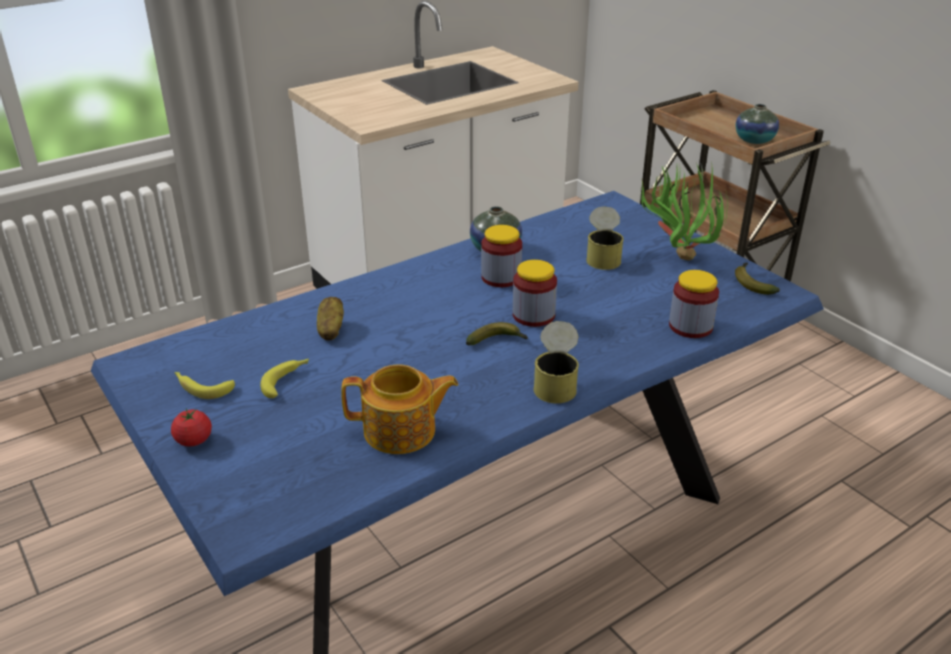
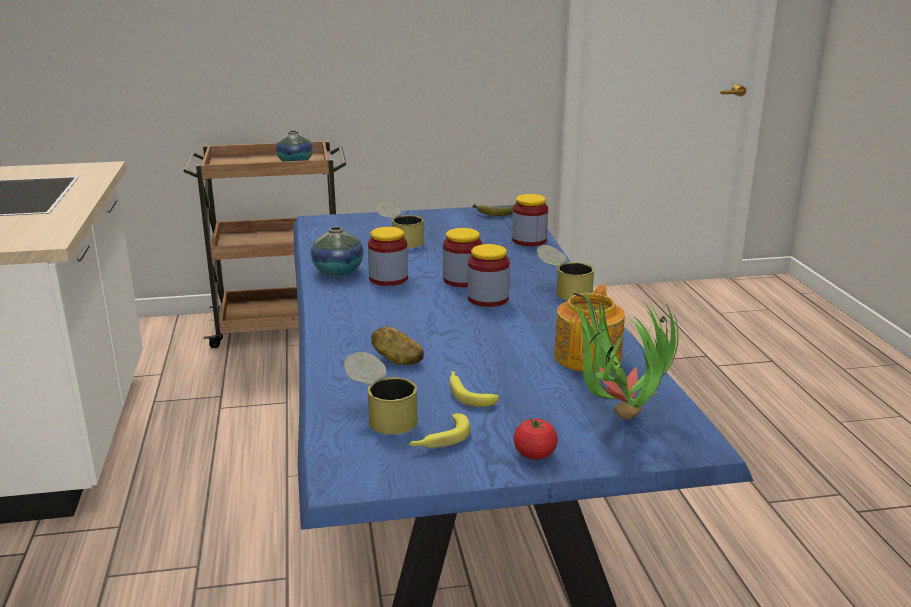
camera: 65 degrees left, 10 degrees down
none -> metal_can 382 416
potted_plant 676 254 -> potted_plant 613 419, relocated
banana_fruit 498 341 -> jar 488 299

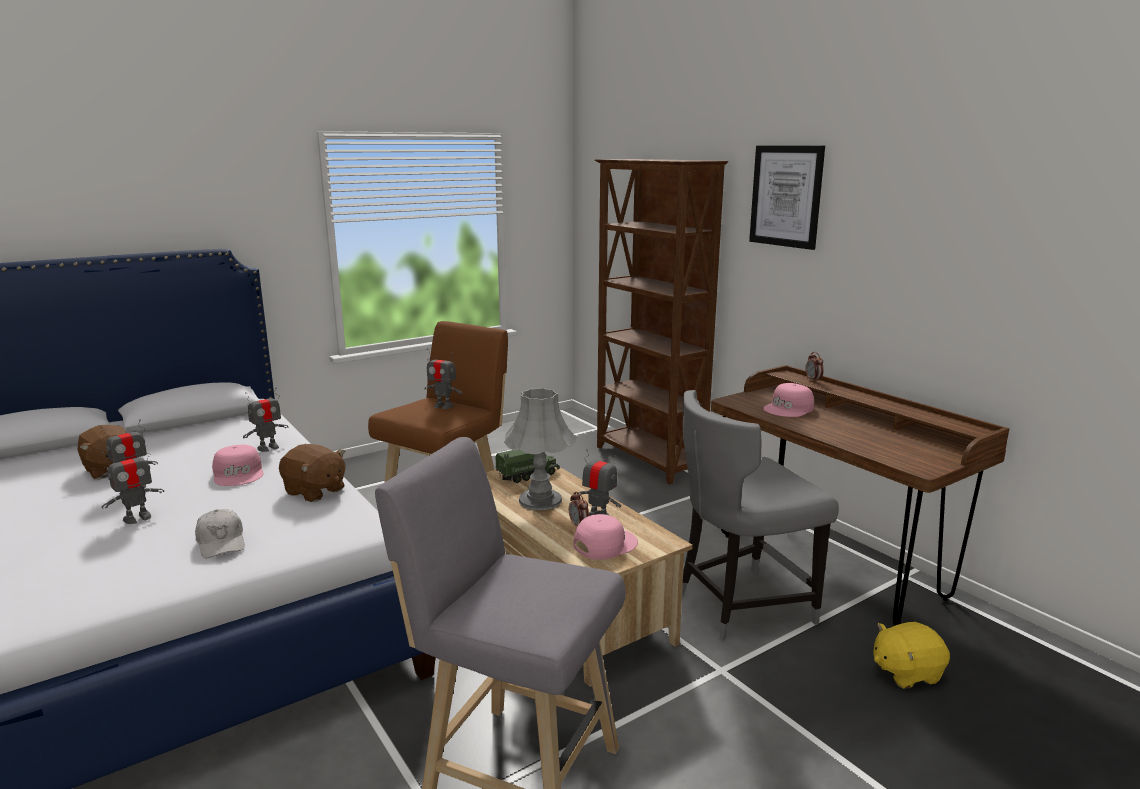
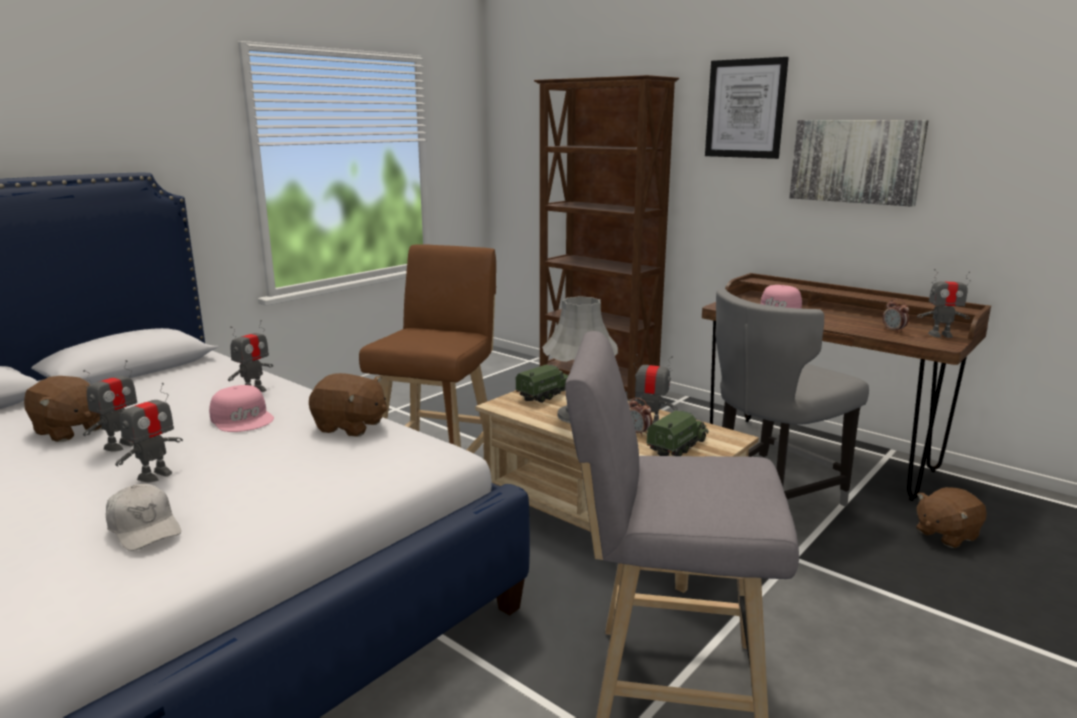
camera: 15 degrees left, 0 degrees up
none -> picture 855 161
white_peaked_cap 221 542 -> white_peaked_cap 144 528, relocated
toy_robot 443 406 -> toy_robot 940 335, relocated
bedside_clock 813 380 -> bedside_clock 893 331, relocated
pinkish_peaked_cap 604 544 -> toy_truck 678 446
yellowish_plush_toy 906 672 -> brown_plush_toy 945 534

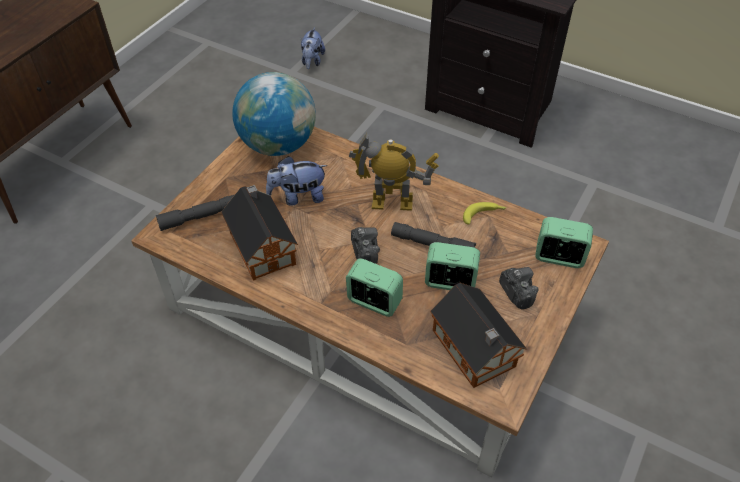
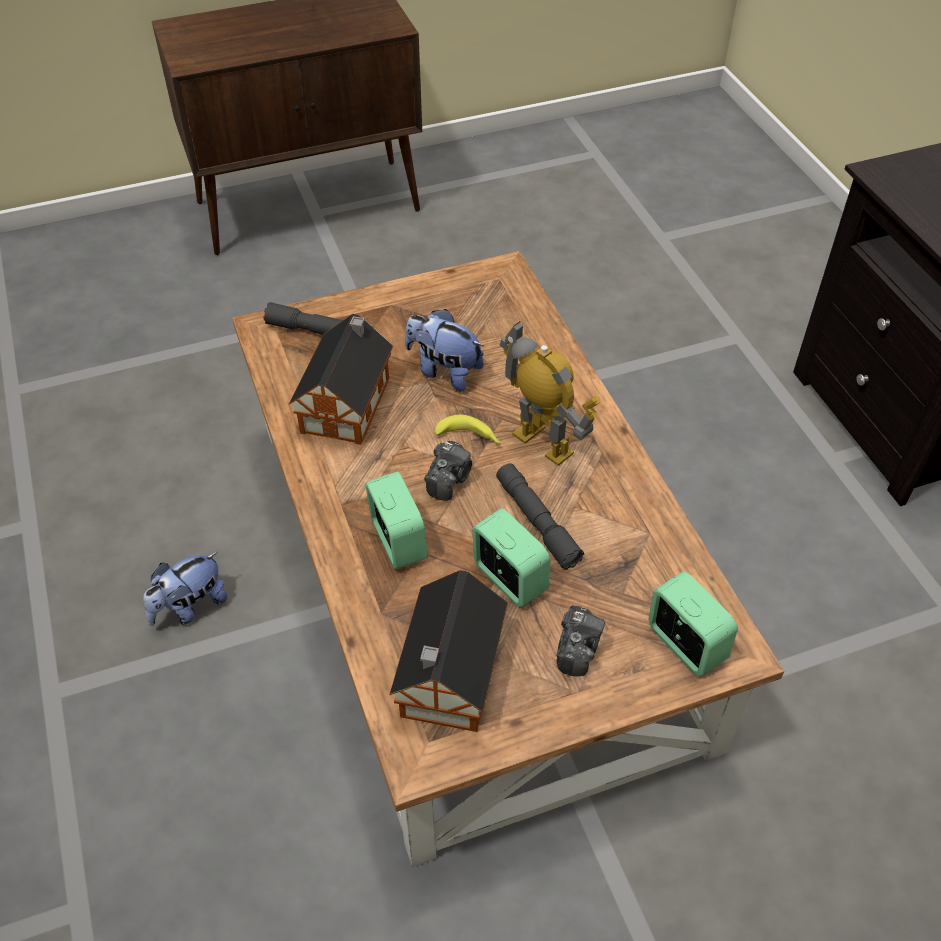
camera: 40 degrees right, 0 degrees up
globe 278 145 -> none
plush_toy 312 61 -> plush_toy 190 607, relocated
banana_fruit 484 215 -> banana_fruit 470 438, relocated

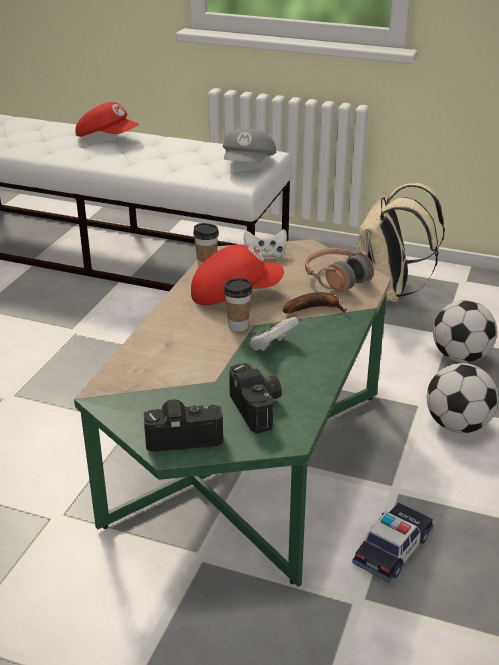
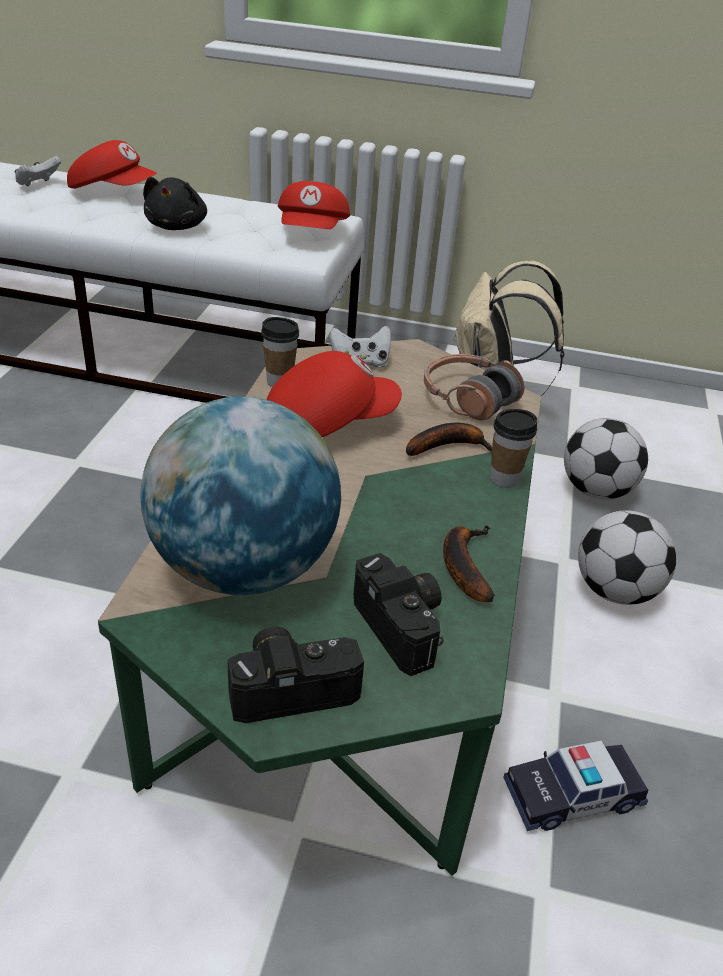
camera: 10 degrees left, 5 degrees up
none -> globe 243 567
none -> blackish_plush_toy 177 226
none -> banana_fruit 463 565
cup 238 326 -> cup 504 479, relocated
white_joypad 272 346 -> white_joypad 38 184, relocated
greyish_peaked_cap 249 165 -> red_peaked_cap 313 233
model_car 393 549 -> model_car 572 795, 135 degrees counterclockwise

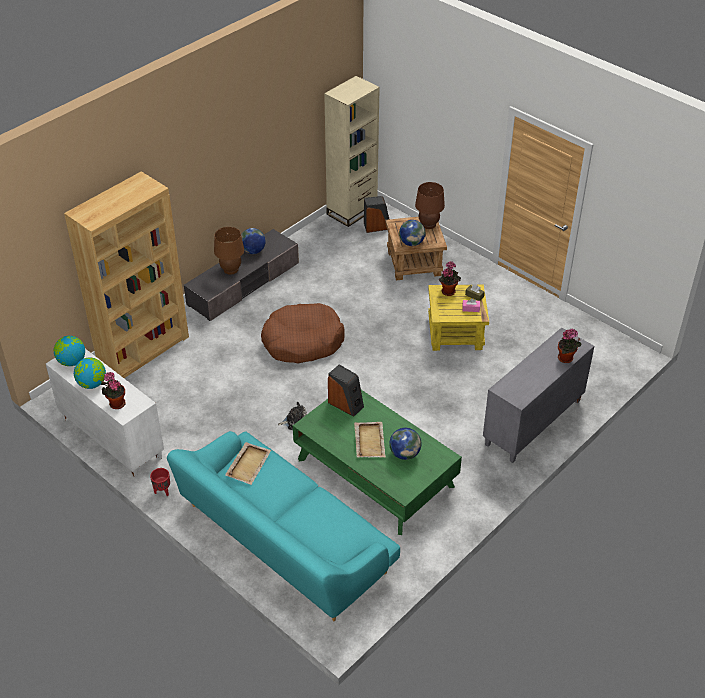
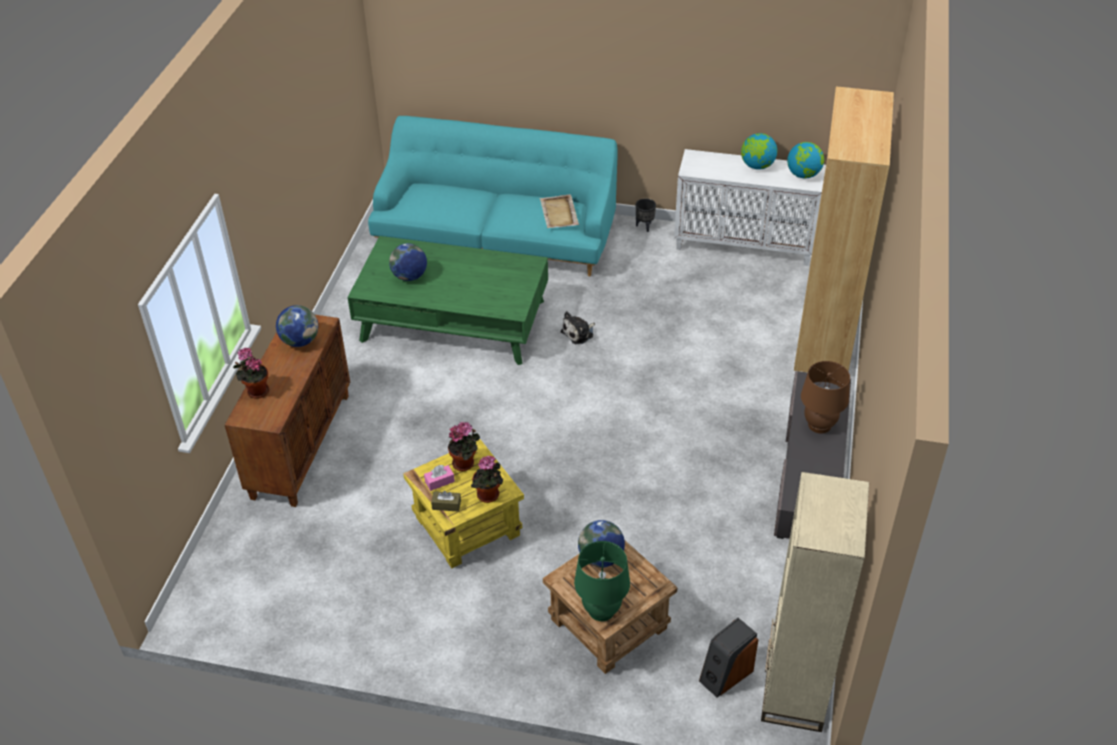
camera: 150 degrees right, 0 degrees up
brown_pet_bed 302 341 -> none
loudspeaker 346 404 -> none
beige-coloured_carrying_tray 369 440 -> none
potted_plant 116 403 -> potted_plant 465 463, relocated
globe 253 251 -> globe 300 341, relocated
red_plant_pot 162 491 -> blackish_plant_pot 645 226
brown_table_lamp 428 224 -> green_table_lamp 601 610
greyish_cabinet 533 423 -> brown_cabinet 300 445

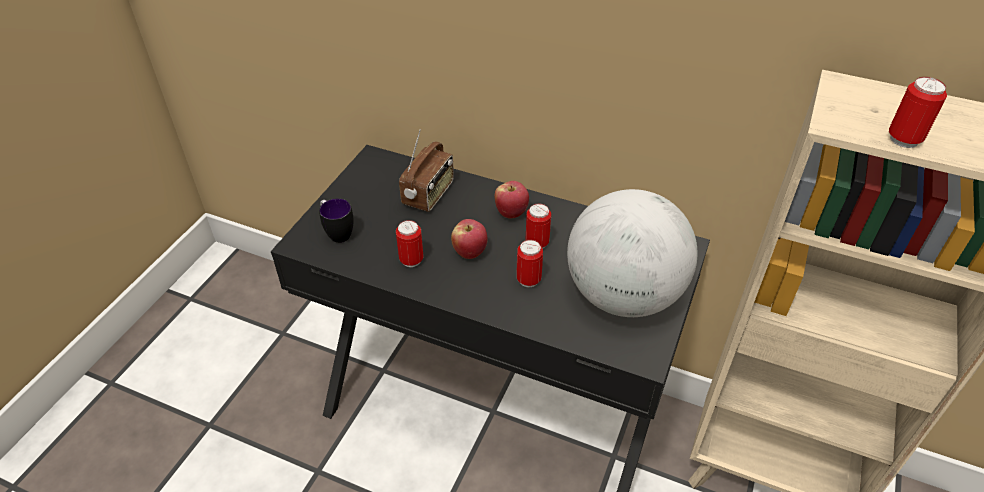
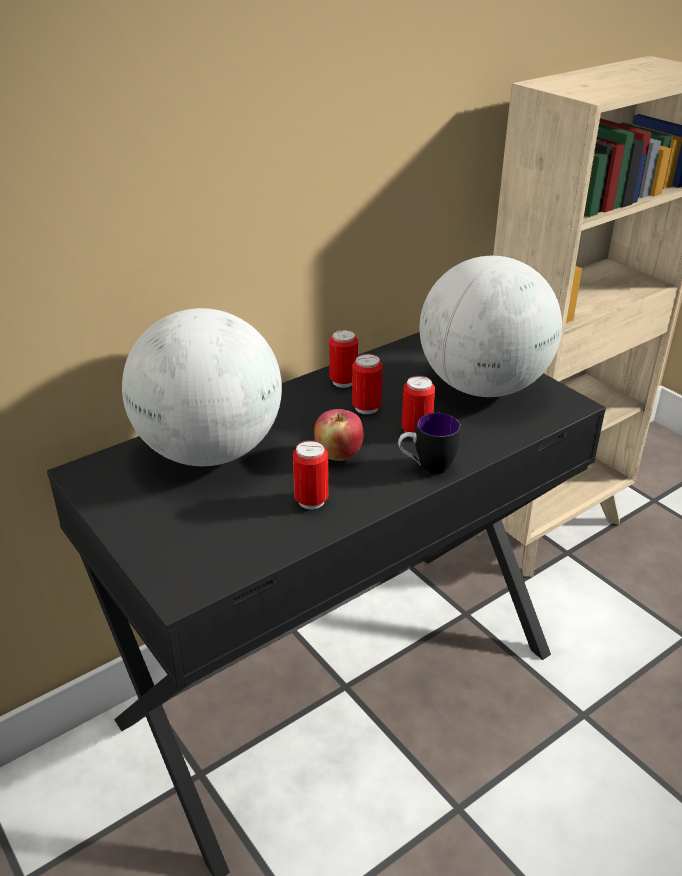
camera: 60 degrees left, 10 degrees down
apple_fruit 511 213 -> none
tea_mug 337 232 -> tea_mug 426 467, relocated
metal_can 904 139 -> metal_can 343 382, relocated
radio_receiver 429 194 -> globe 209 451

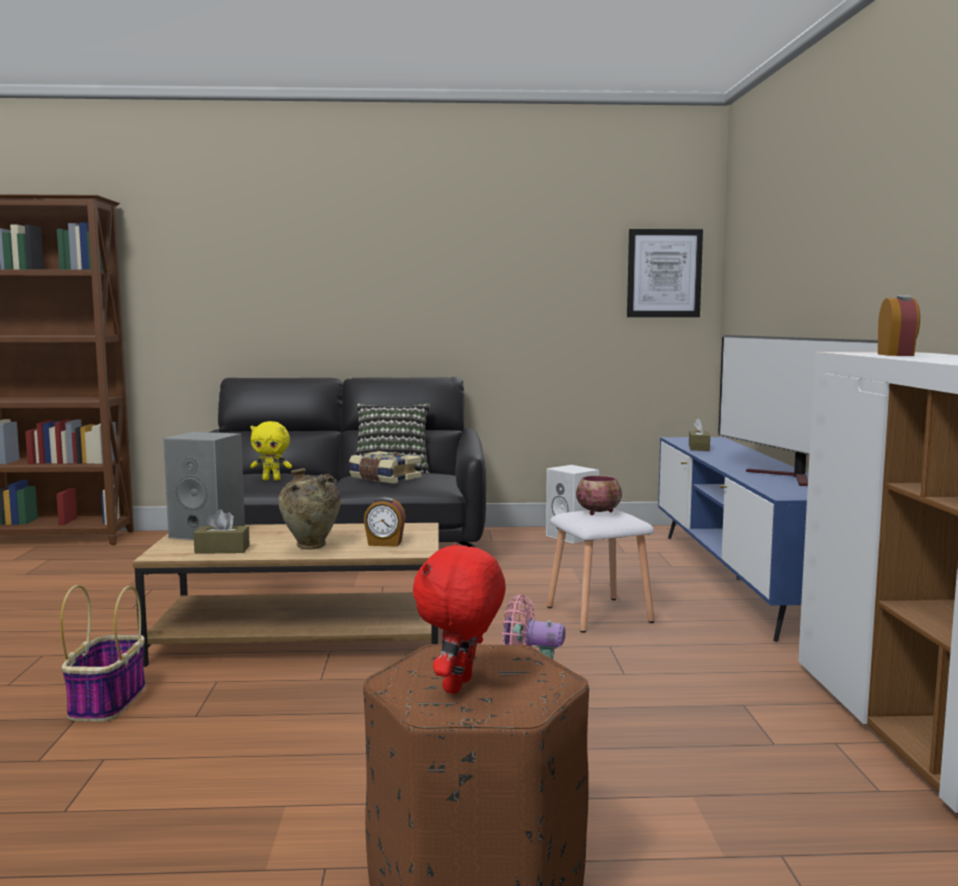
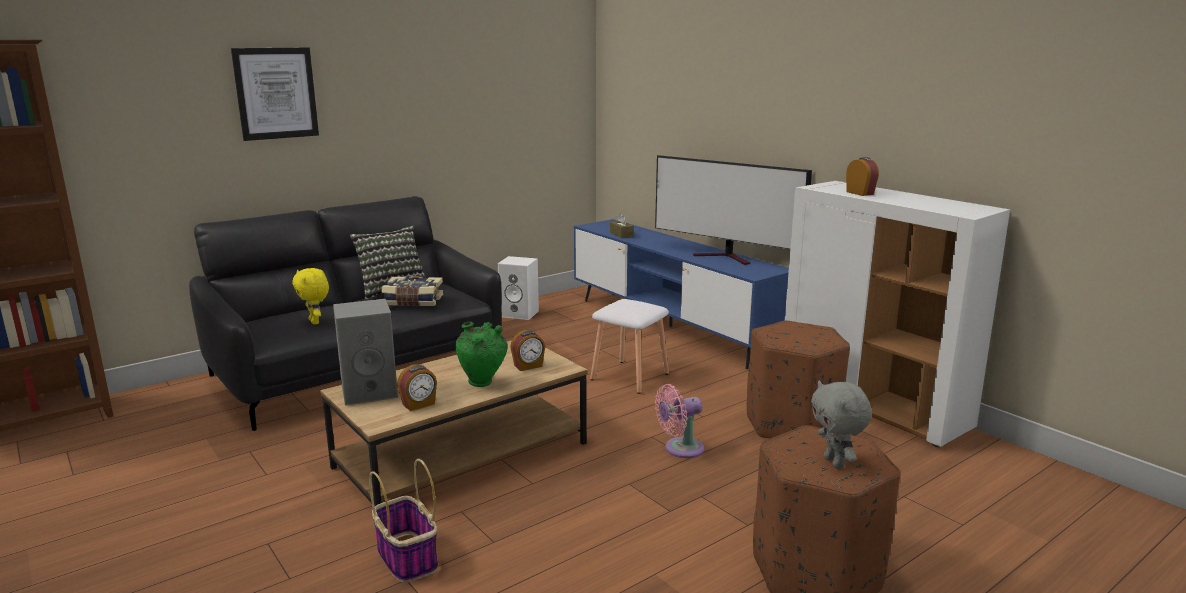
camera: 35 degrees left, 10 degrees up
deep_dish 599 512 -> none
none -> brown_pouffe 792 425
picture 664 273 -> picture 276 93, relocated
brown_tissue_holder 222 550 -> bedside_clock 419 404
beige-coloured_decorative_vase 311 547 -> green_decorative_vase 483 384
red_plush_toy 460 686 -> greyish_plush_toy 835 463
yellowish_plush_toy 272 479 -> yellowish_plush_toy 315 322, 90 degrees clockwise

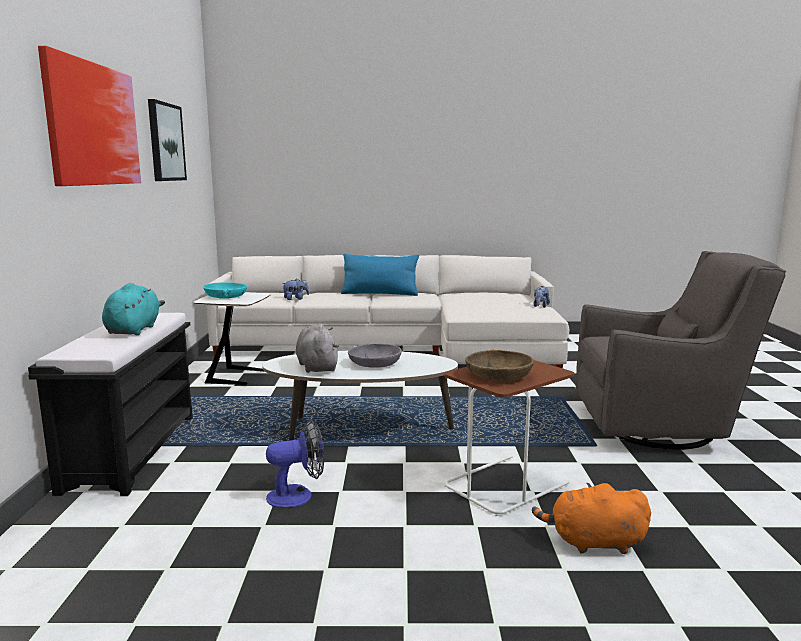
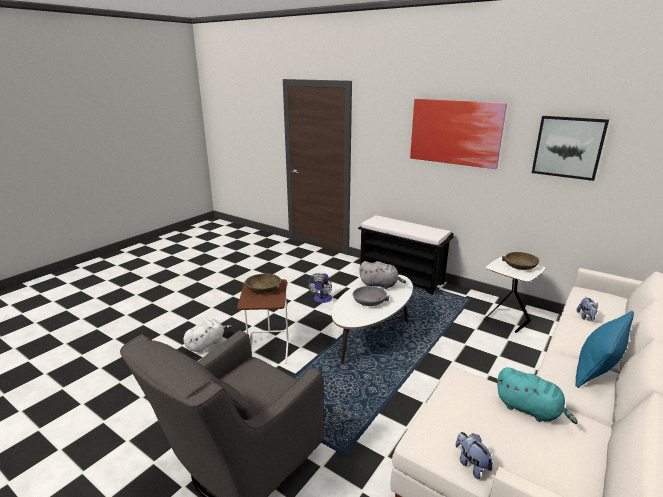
camera: 125 degrees right, 10 degrees up
turquoise-coloured_plush_toy 134 330 -> turquoise-coloured_plush_toy 530 410, relocated
turquoise-coloured_deep_dish 226 296 -> brown_deep_dish 520 265
orangey_plush_toy 593 543 -> white_plush_toy 206 344

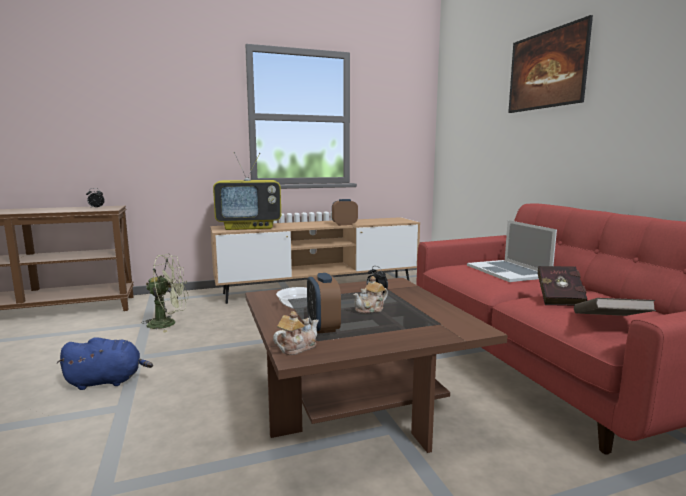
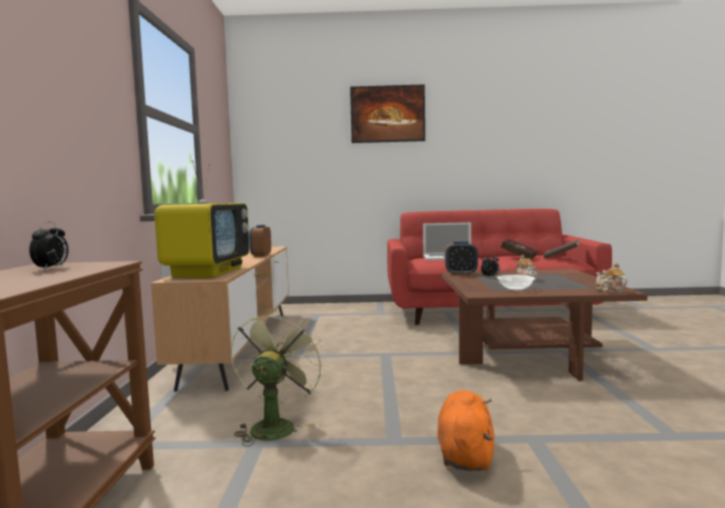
camera: 70 degrees left, 5 degrees down
bedside_clock 323 327 -> bedside_clock 461 274, relocated
bluish_plush_toy 107 381 -> orangey_plush_toy 465 454

